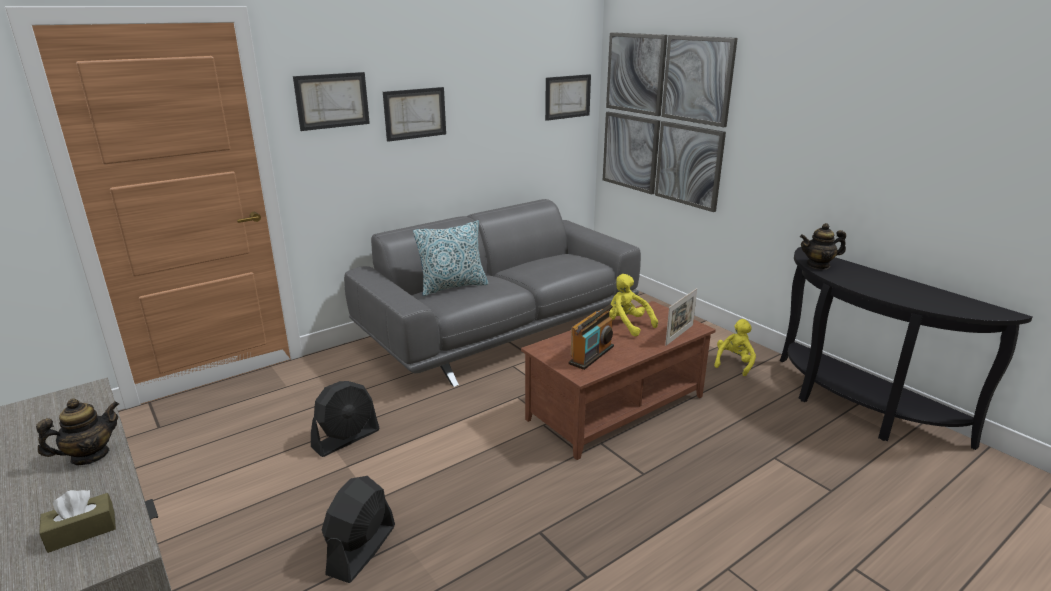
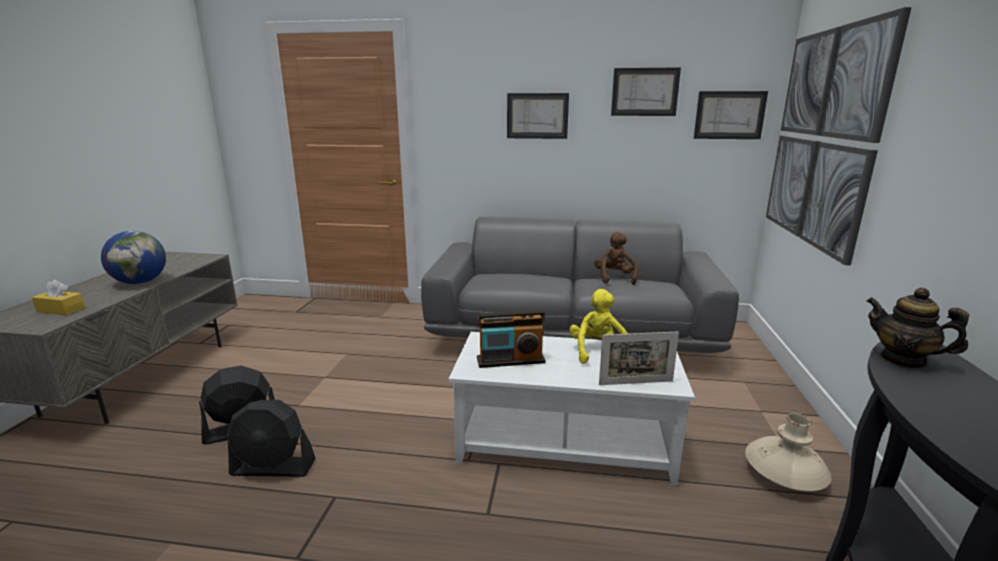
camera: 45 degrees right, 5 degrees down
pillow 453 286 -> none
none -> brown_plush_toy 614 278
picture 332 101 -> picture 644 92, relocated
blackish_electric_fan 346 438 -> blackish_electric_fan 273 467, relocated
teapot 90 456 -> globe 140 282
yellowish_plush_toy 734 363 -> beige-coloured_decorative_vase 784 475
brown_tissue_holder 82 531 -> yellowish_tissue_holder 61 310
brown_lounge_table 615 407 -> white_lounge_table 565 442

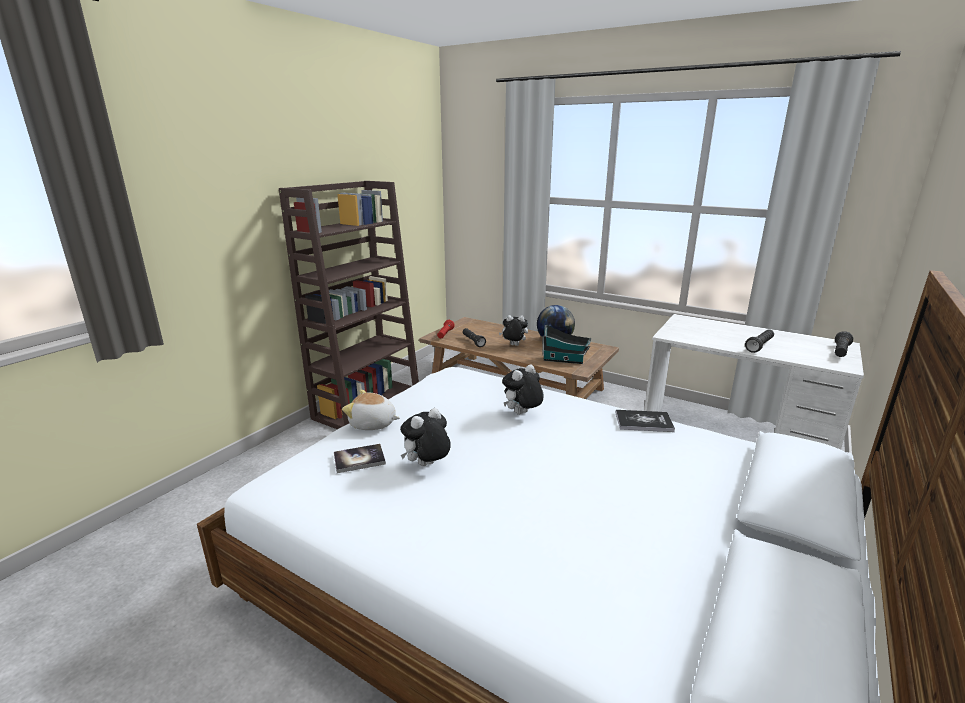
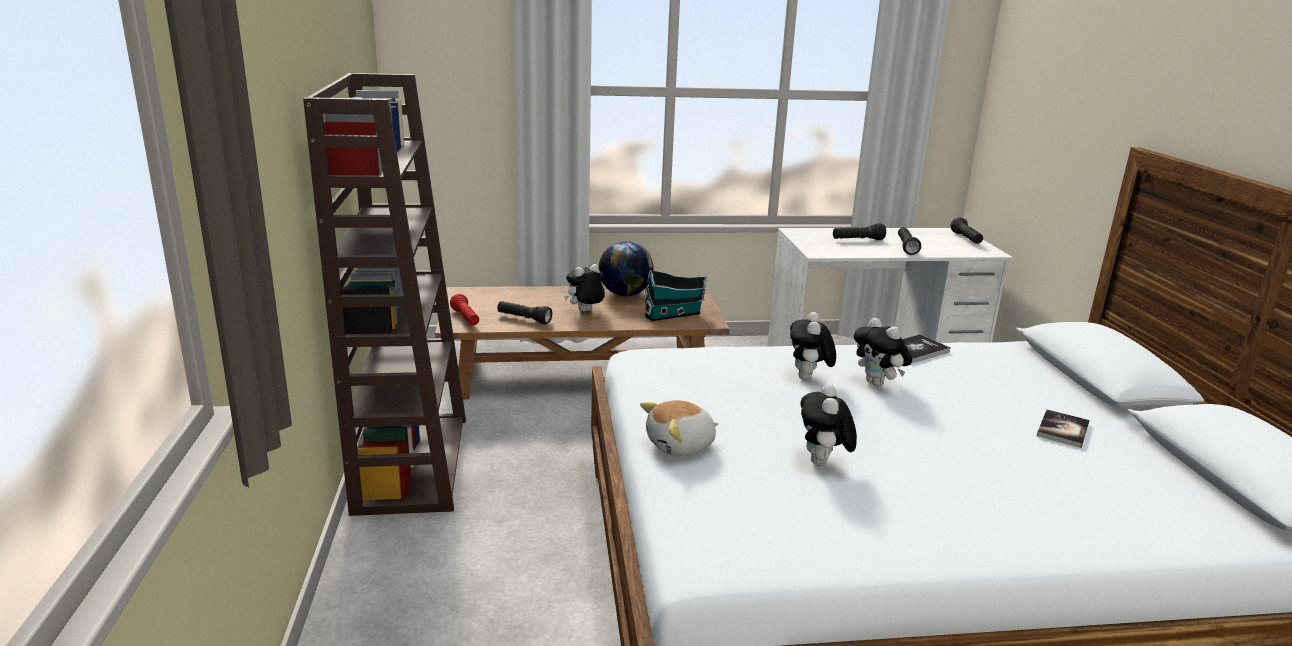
camera: 40 degrees left, 0 degrees up
none -> blackish_flashlight 857 240
none -> plush_toy 878 383
bound_book 359 459 -> bound_book 1062 430, relocated

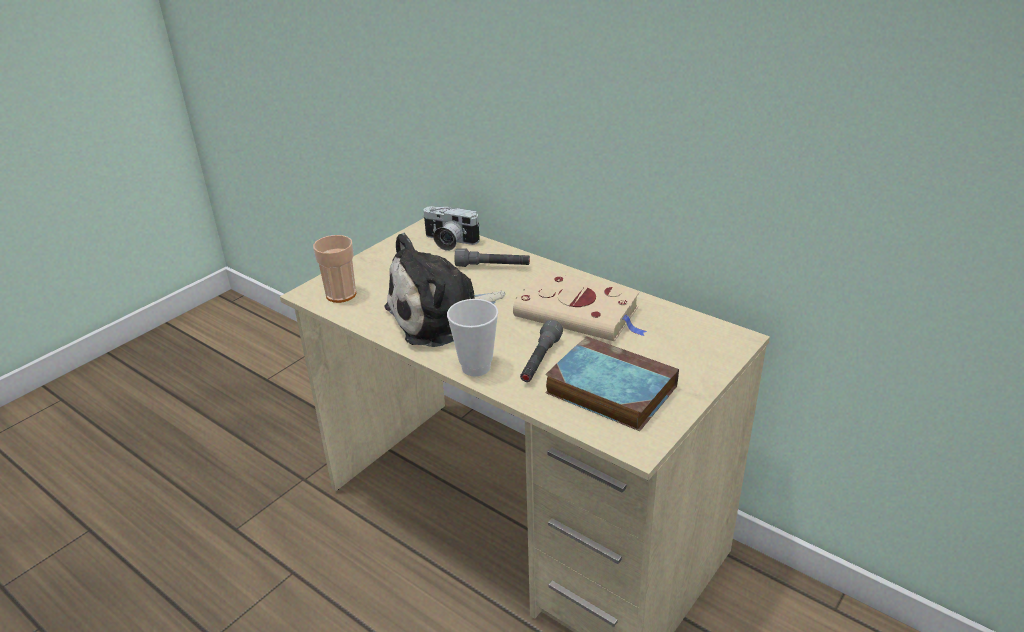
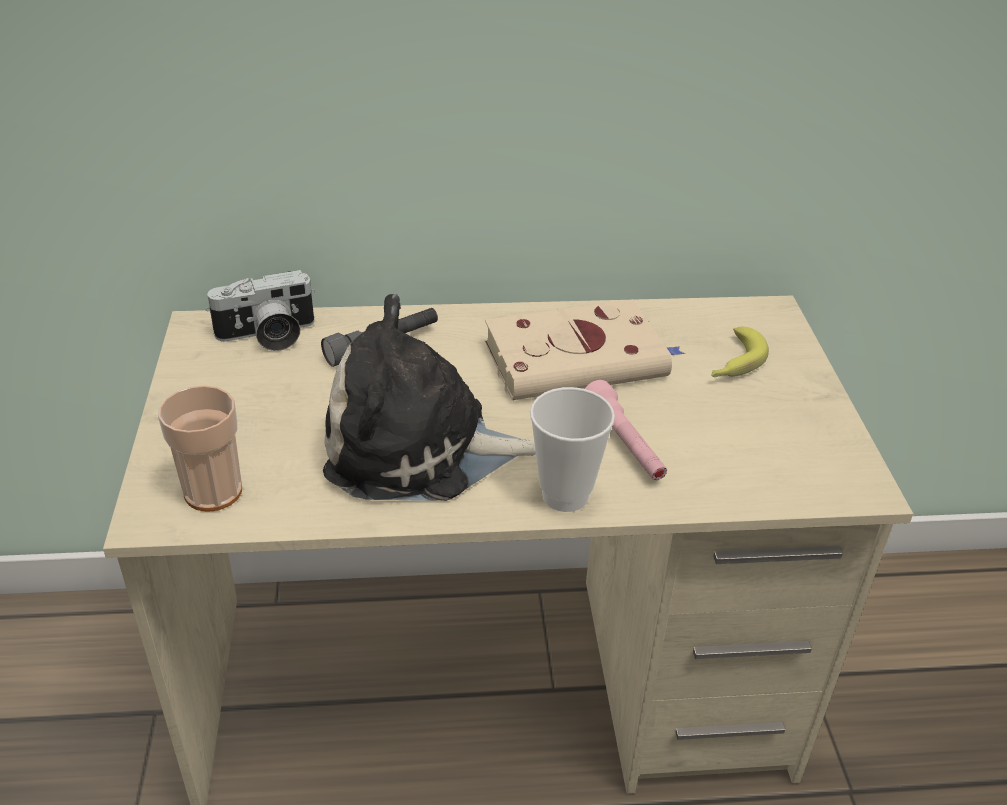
camera: 45 degrees left, 5 degrees up
bound_book 608 389 -> none
none -> banana_fruit 733 363
greyish_flashlight 540 361 -> pinkish_flashlight 624 444
plush_toy 443 316 -> plush_toy 419 448, 75 degrees clockwise

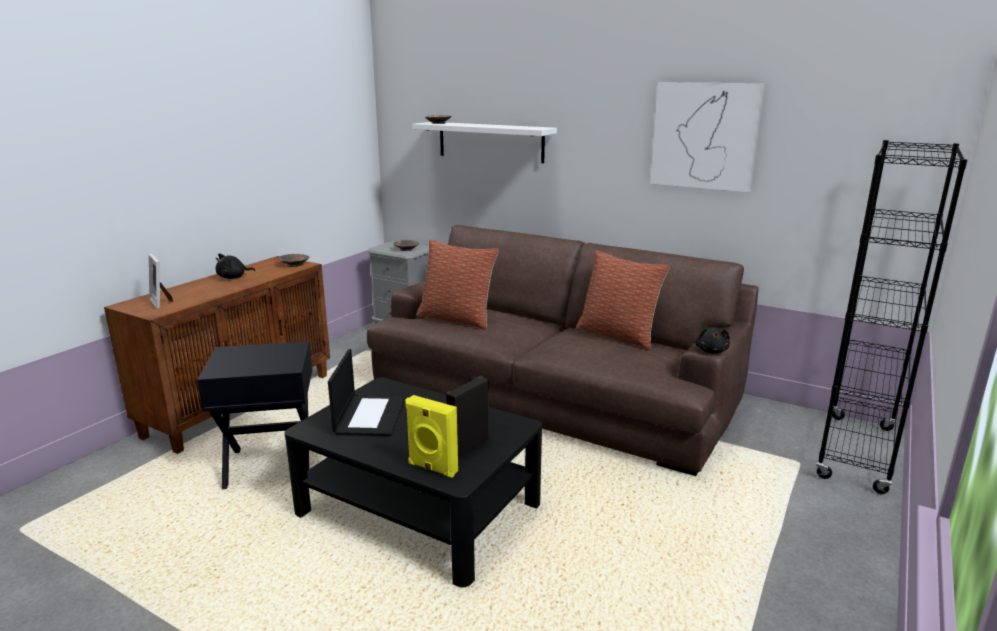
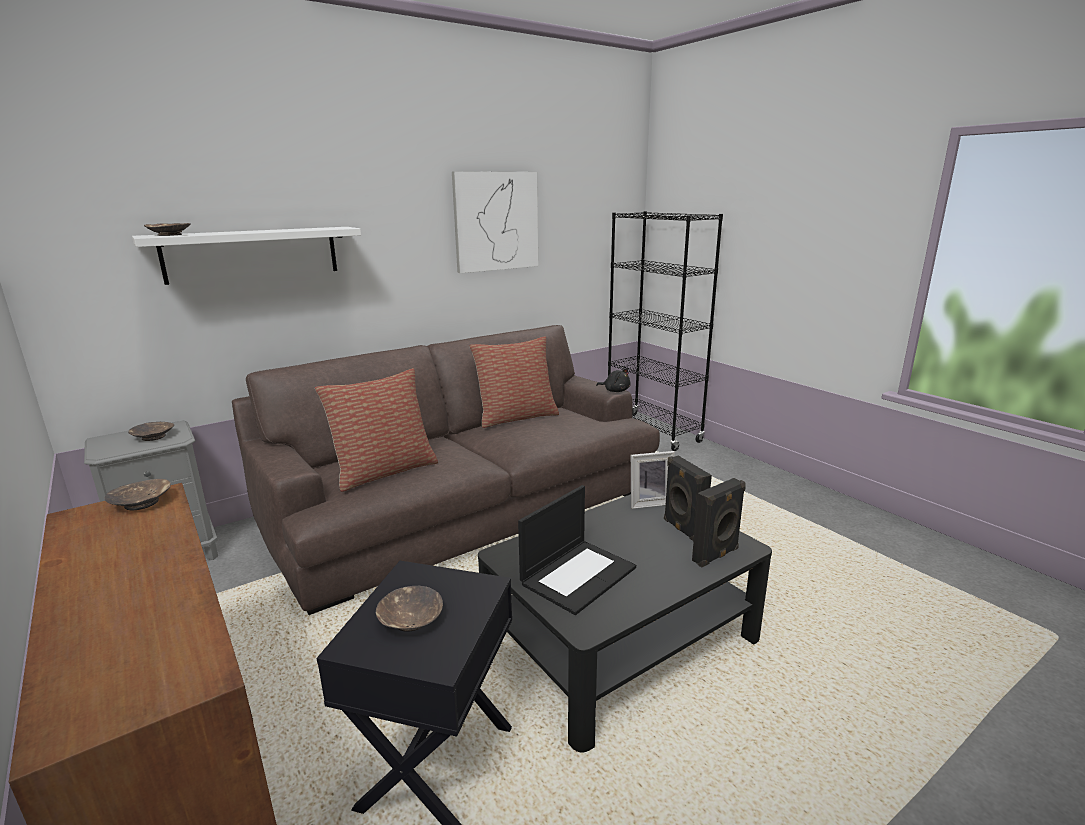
camera: 65 degrees left, 0 degrees up
blackish_plush_toy 234 277 -> none
none -> brown_deep_dish 410 619
photo_frame 162 302 -> photo_frame 649 502, relocated
yellowish_loudspeaker 432 468 -> blackish_loudspeaker 716 556
portable_computer 370 415 -> portable_computer 578 574, 105 degrees clockwise

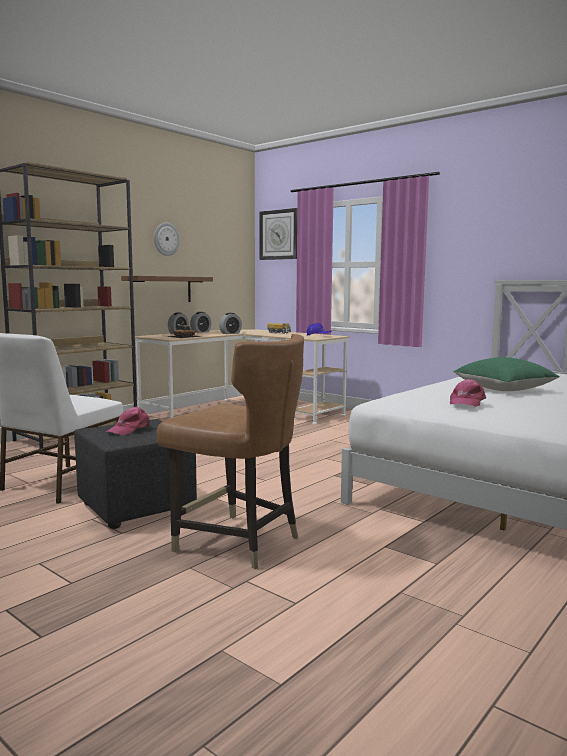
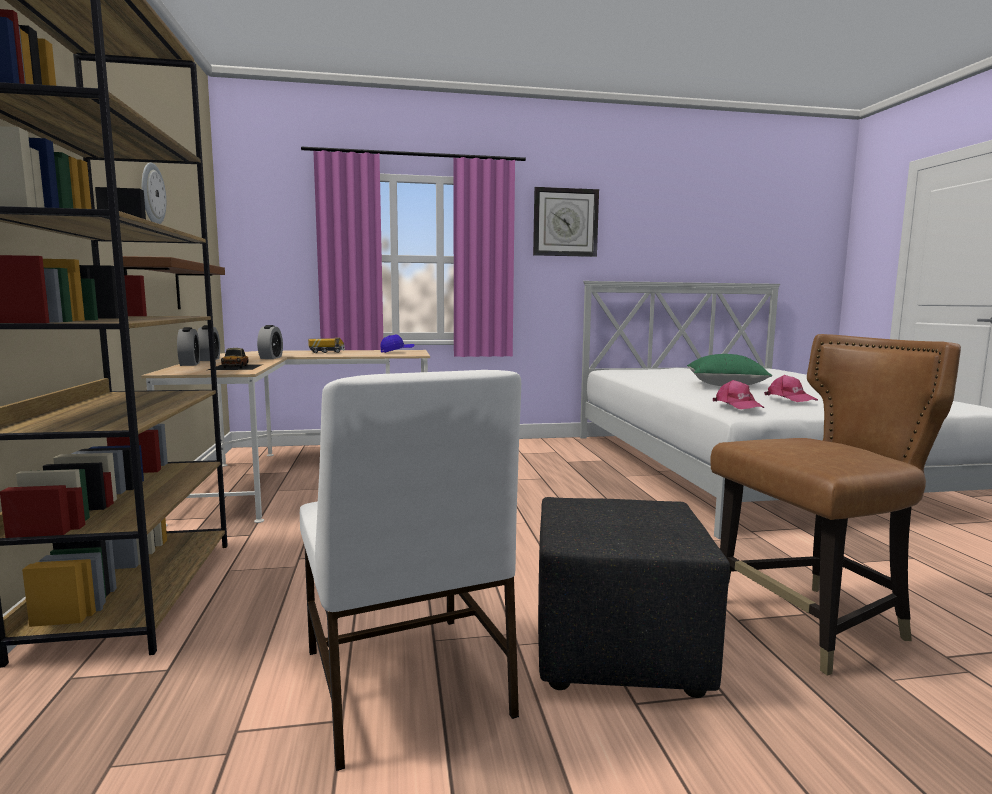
camera: 50 degrees left, 0 degrees up
pinkish_peaked_cap 129 429 -> pinkish_peaked_cap 738 405, relocated
clock_on_the_wall 279 234 -> clock_on_the_wall 565 222, relocated

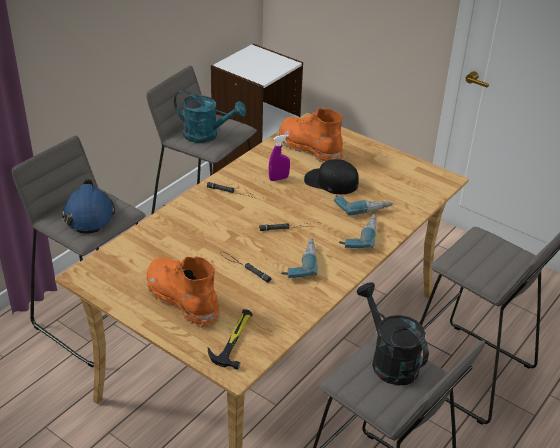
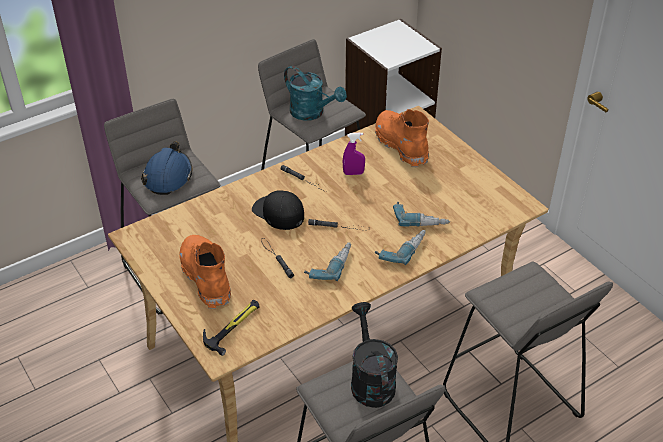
camera: 20 degrees right, 5 degrees up
blackish_peaked_cap 331 181 -> blackish_peaked_cap 278 212, relocated

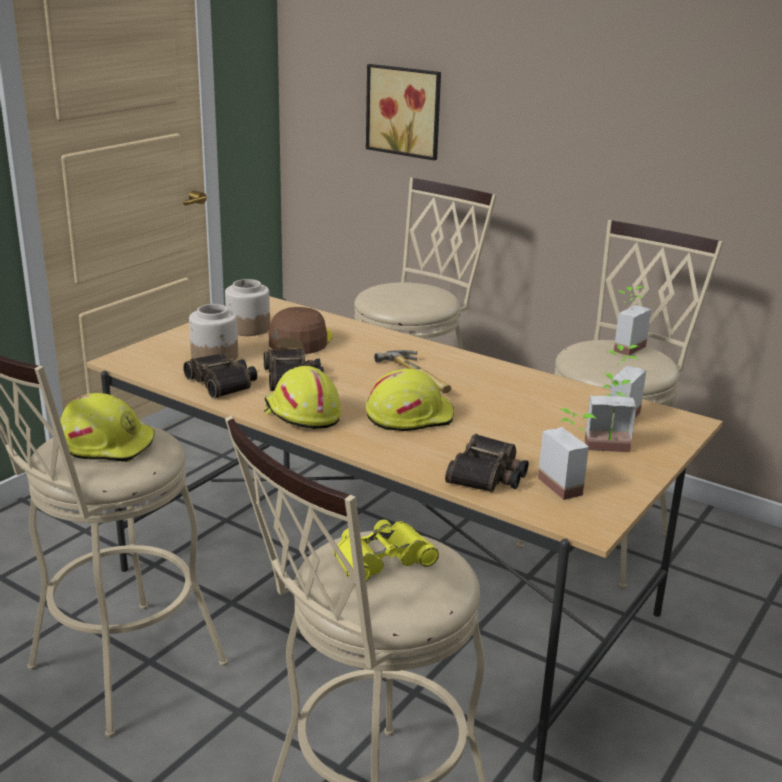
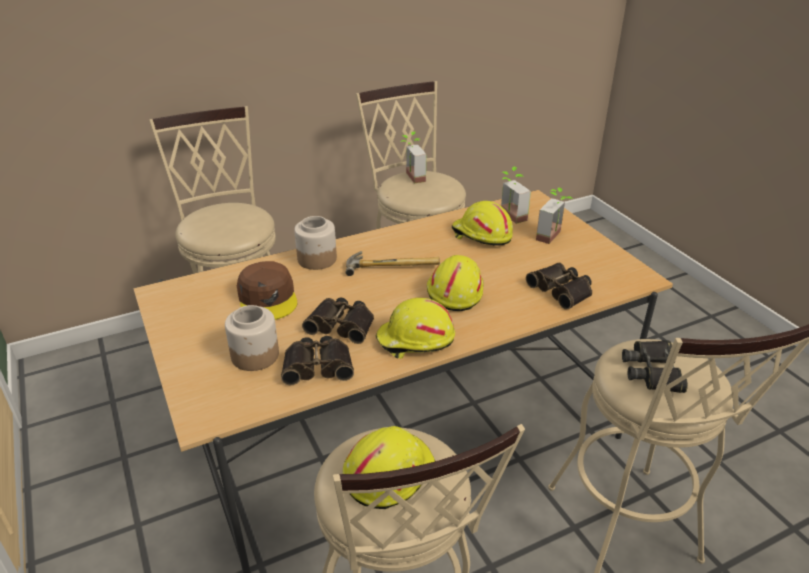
camera: 60 degrees left, 10 degrees up
picture 405 111 -> none
potted_plant 568 484 -> none
none -> yellowish_hard_hat 481 235
jar 248 328 -> jar 316 259, relocated
yellowish_pair_of_binoculars 382 559 -> blackish_pair_of_binoculars 653 371
brown_peaked_cap 300 340 -> brown_peaked_cap 268 298, 150 degrees counterclockwise

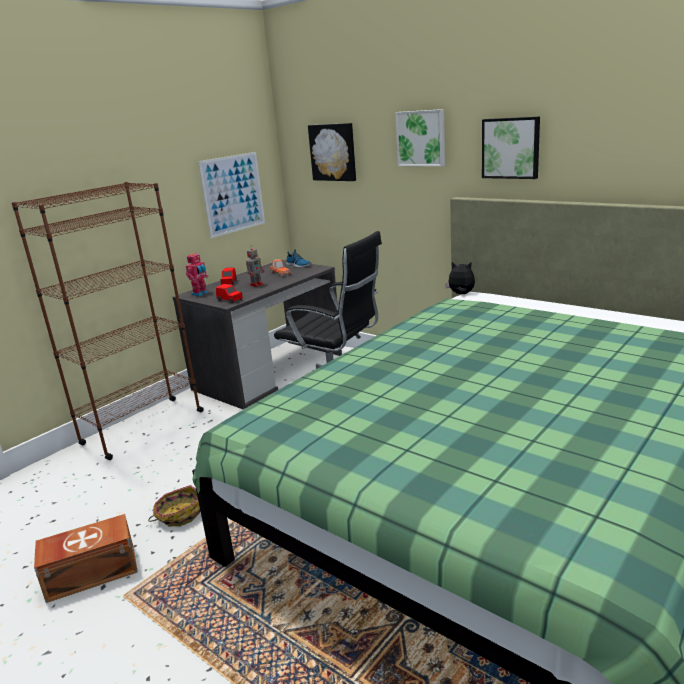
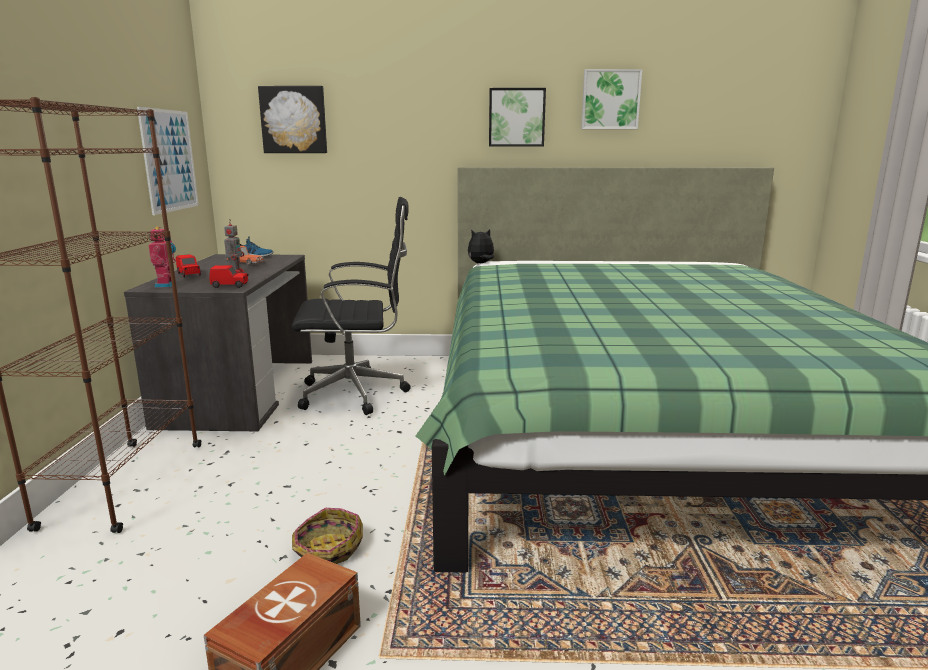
camera: 40 degrees left, 5 degrees down
picture 421 138 -> picture 610 100, relocated

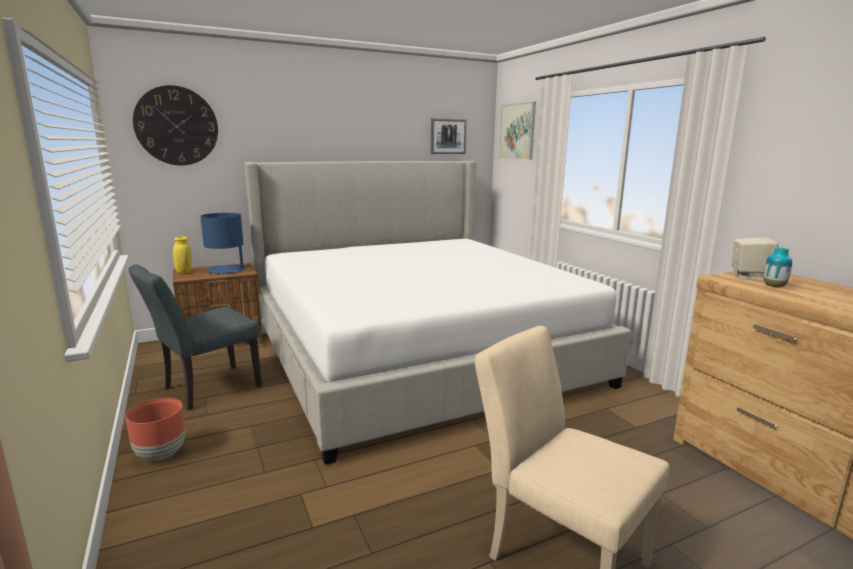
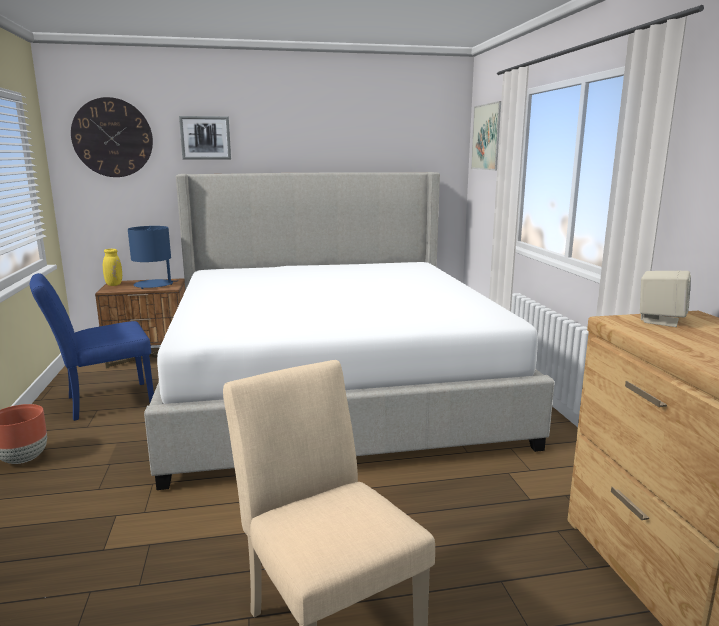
camera: 15 degrees right, 0 degrees up
decorative_vase 774 286 -> none
picture 448 136 -> picture 205 138, relocated
greyish_plain_chair 205 389 -> bluish_plain_chair 102 402

